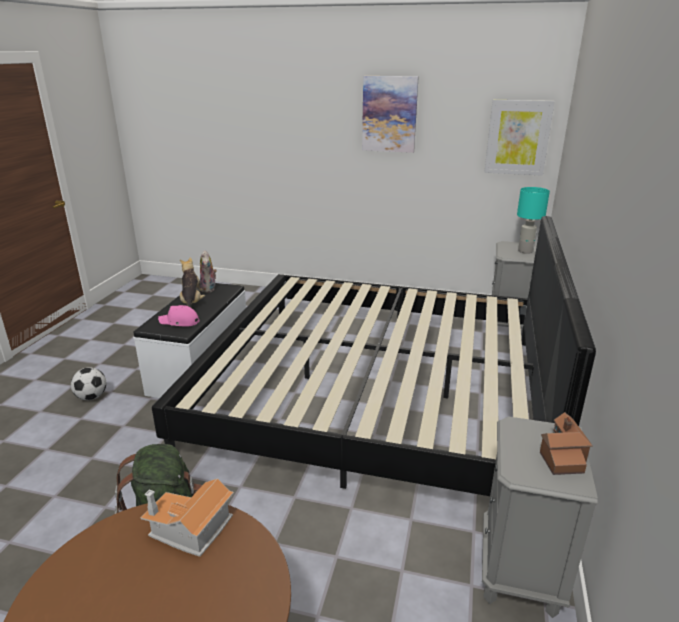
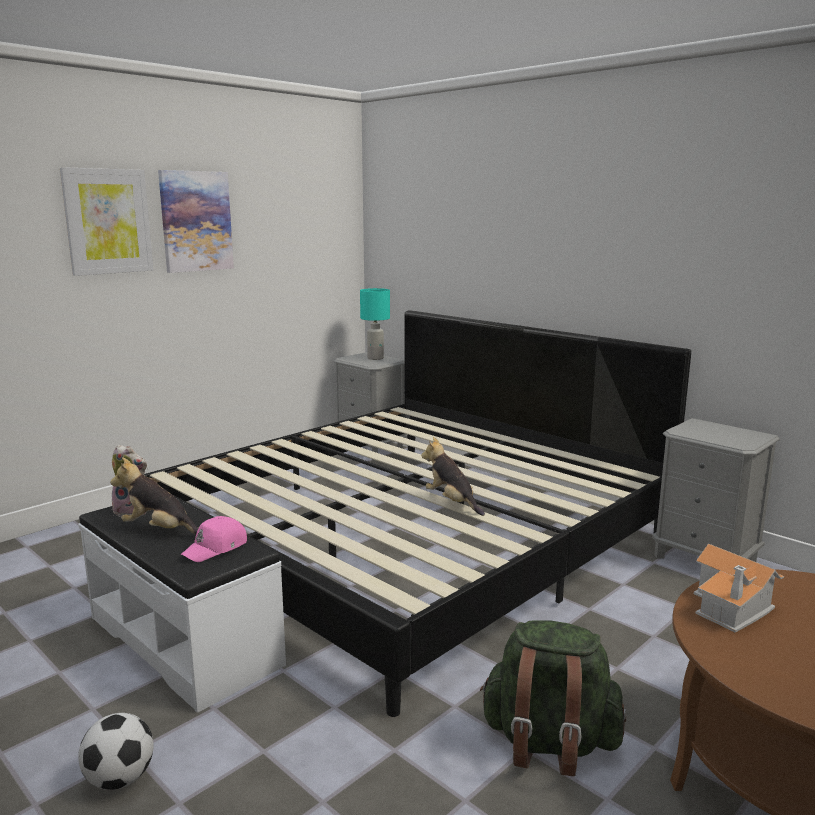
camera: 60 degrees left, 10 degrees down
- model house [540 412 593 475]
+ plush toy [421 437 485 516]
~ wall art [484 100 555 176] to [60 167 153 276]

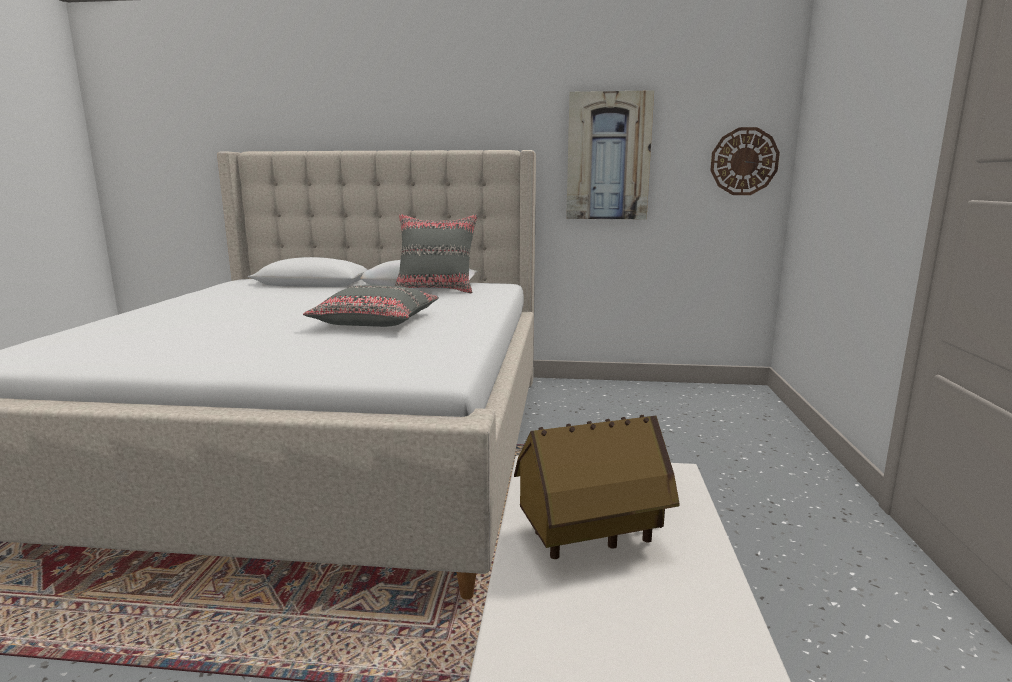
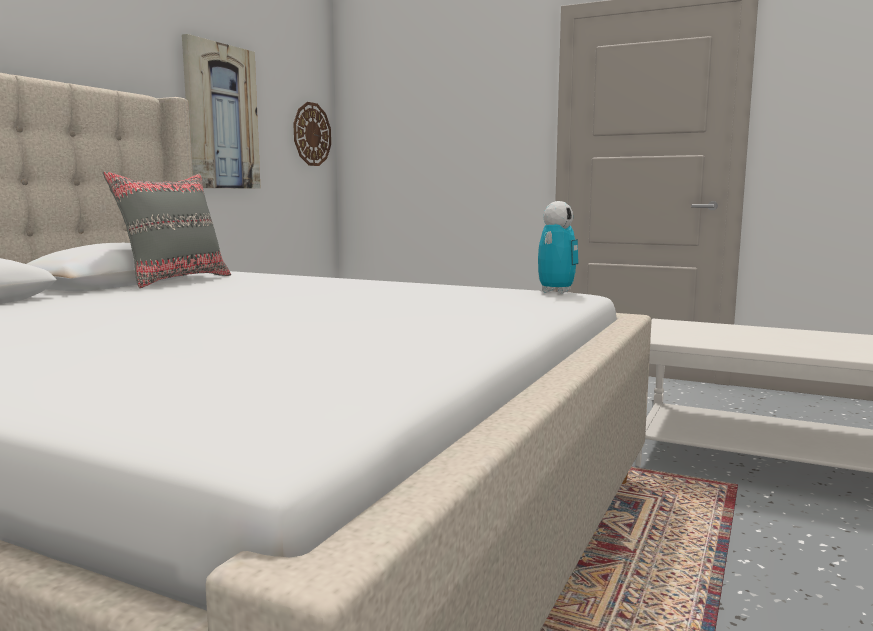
camera: 70 degrees left, 5 degrees down
- pillow in greyish [303 285 439 327]
- model house [514 415 680 559]
+ model robot [538 201 578 294]

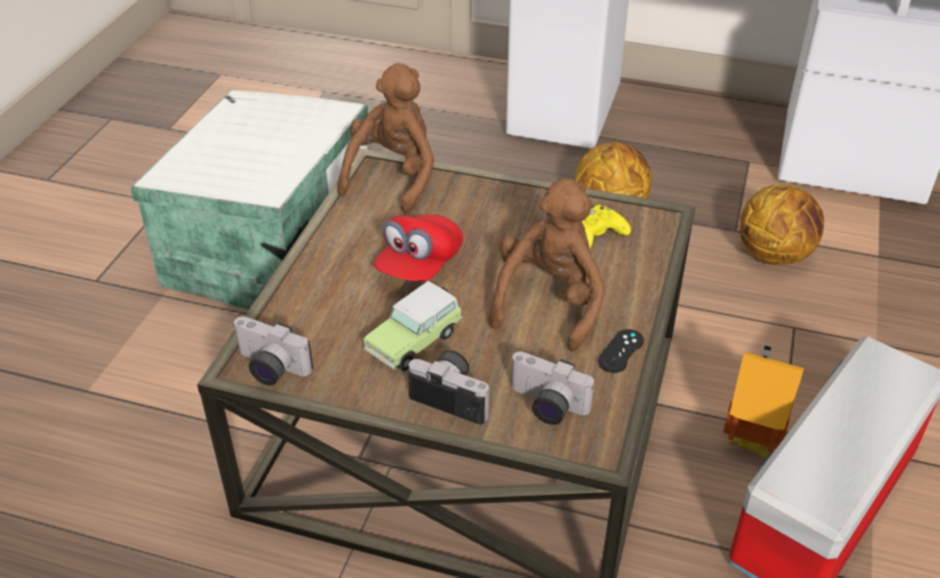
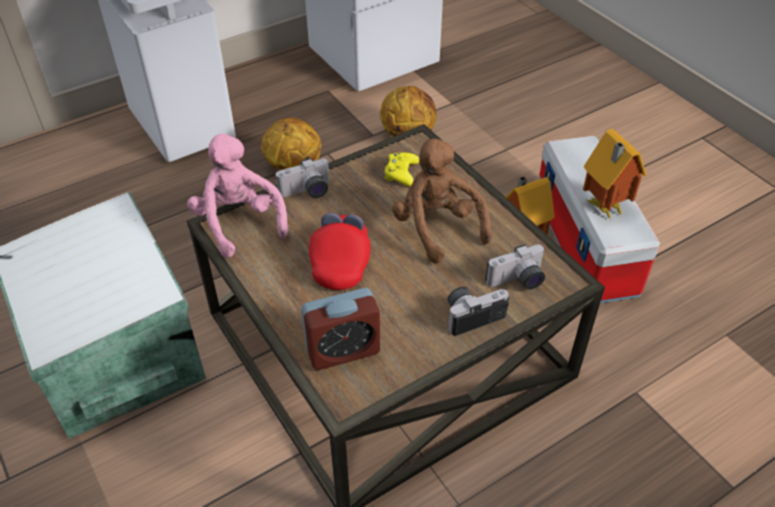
camera: 50 degrees left, 5 degrees up
- model car [363 281 463 371]
- joypad in black [598 329 644 373]
+ bedside clock [301 288 380 370]
+ model house [583 129 647 218]
~ photo camera [233 316 313 385] to [276 158 329 198]
~ plush toy in brown [337 63 434 213] to plush toy in pink [187 134 288 258]
~ baseball cap in red [374 215 463 281] = [309 213 370 290] 150 degrees counterclockwise

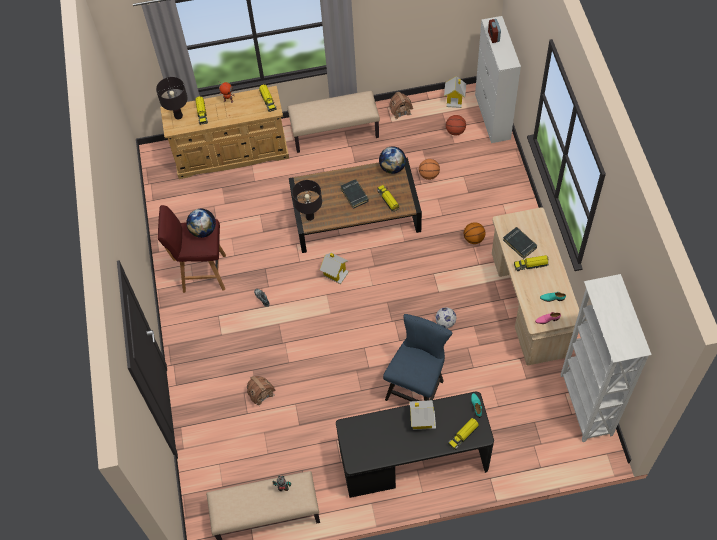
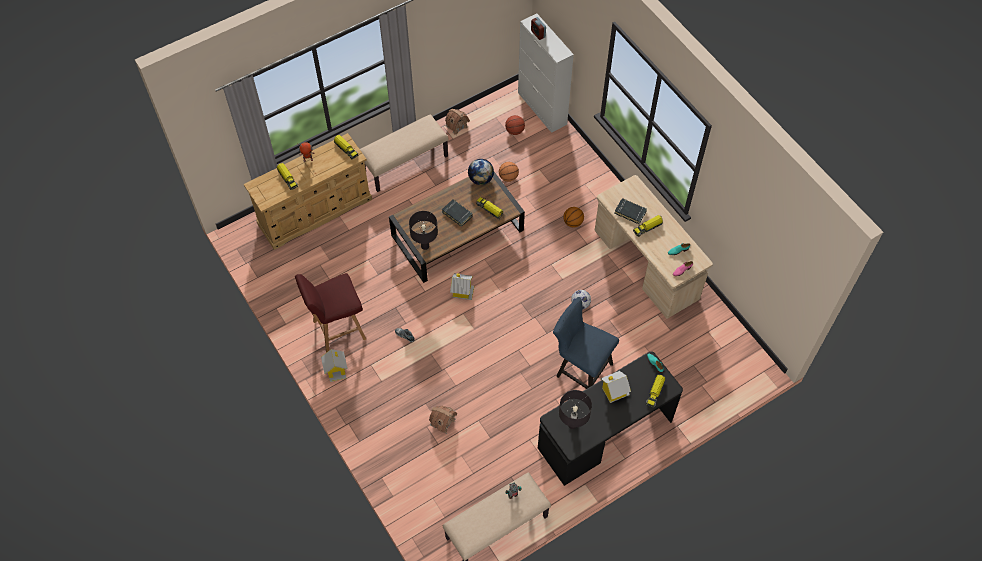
camera: 25 degrees left, 0 degrees up
- world globe [186 209 216 238]
- bookcase in white [561 274 652 442]
~ tabletop lamp in black [156 77 188 119] to [559 390 592 429]
~ model house [444 76 466 108] to [321 349 348 382]
~ chair in blue-coloured [383 314 453 401] = [553 297 619 389] 60 degrees counterclockwise

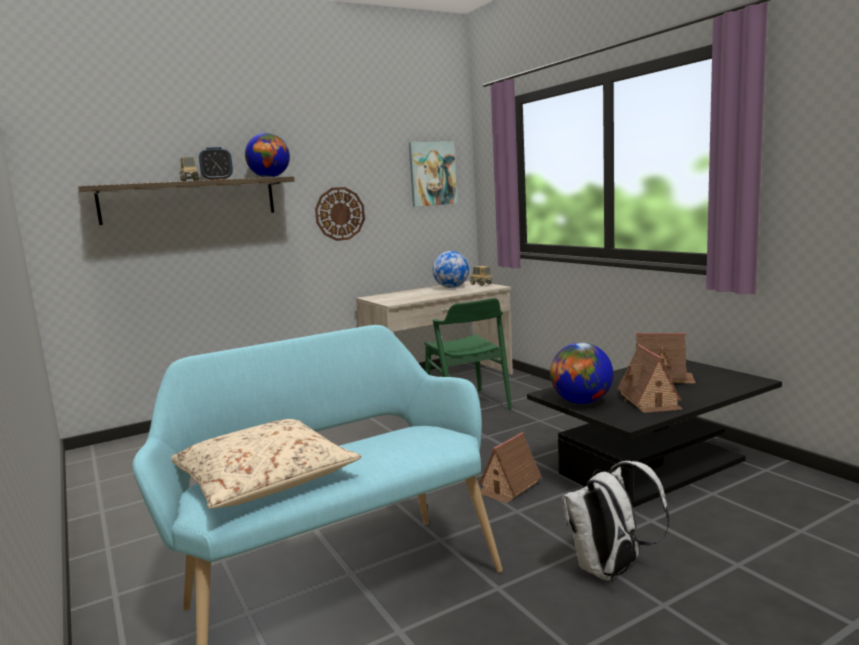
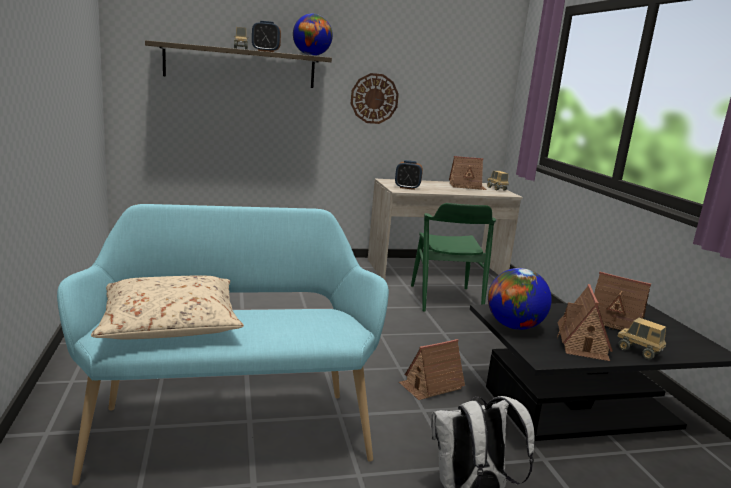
camera: 15 degrees right, 5 degrees up
- wall art [409 141 457 207]
+ bedside clock [395 160 423 190]
+ toy truck [617 318 666 359]
~ world globe [433 251 469 288] to model house [449 156 487 190]

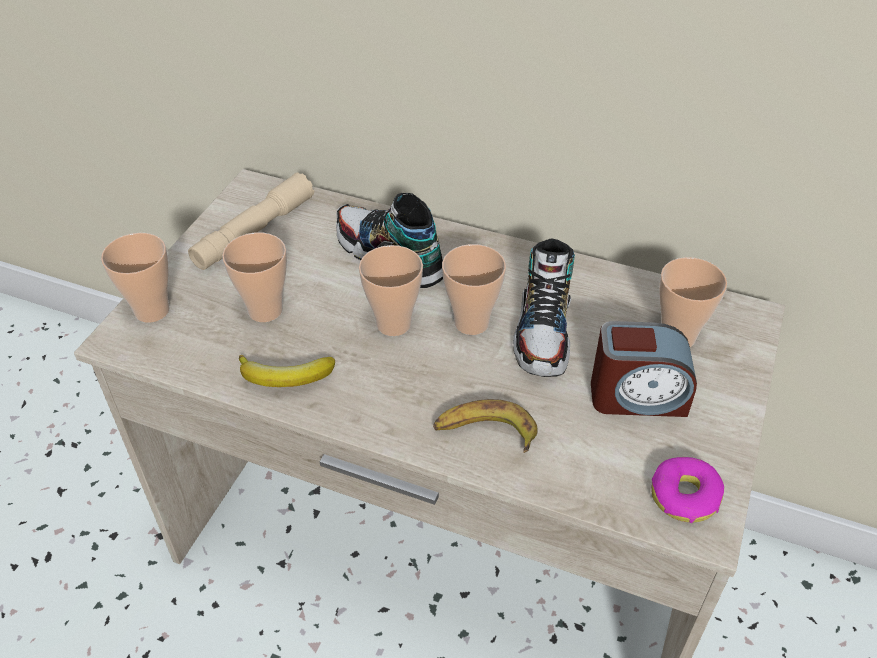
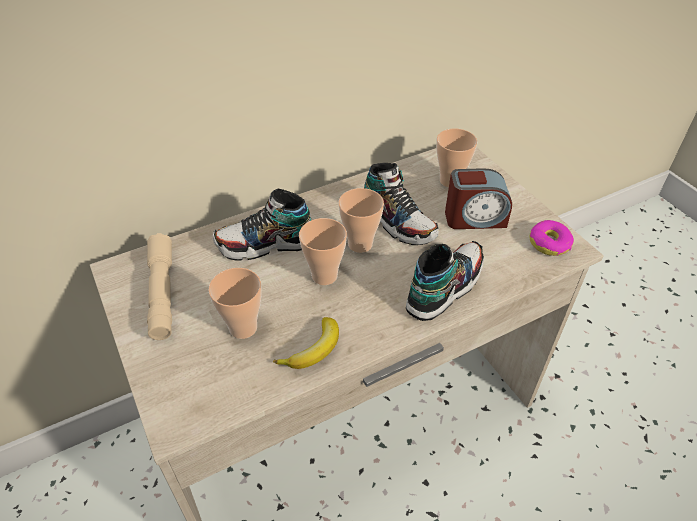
camera: 50 degrees left, 0 degrees up
- drinking cup [101 233 170 323]
~ banana fruit [433 399 538 453] to item of footwear [406 241 484 321]
~ bedside clock [591 321 697 417] = [445 168 512 229] 45 degrees clockwise

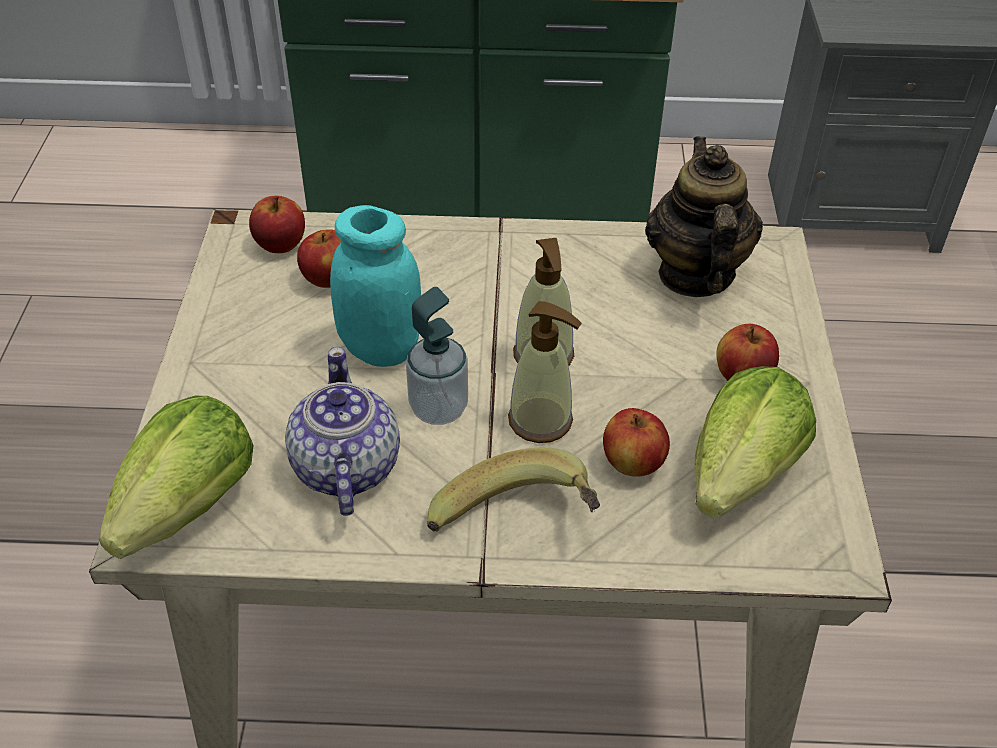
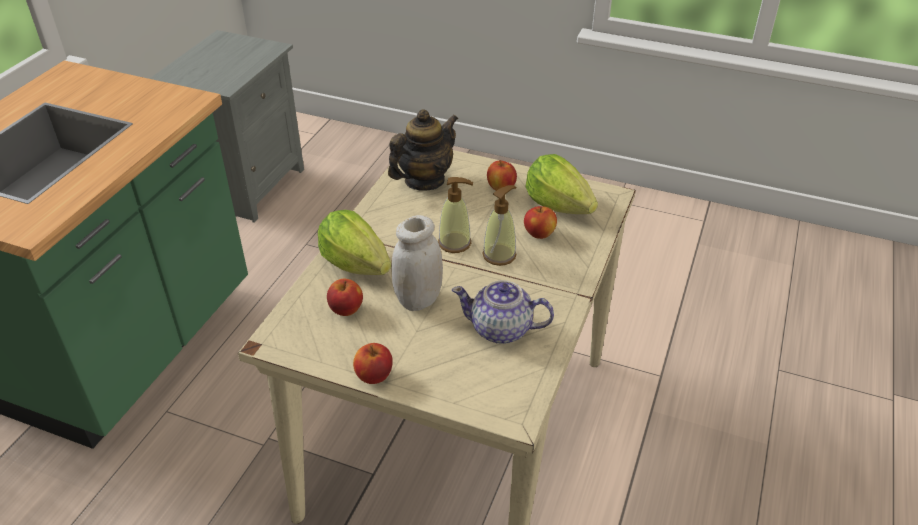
camera: 70 degrees left, 5 degrees down
- liquid soap bottle [406 287 468 425]
- banana fruit [427 448 600 532]
~ lettuce head [99 396 254 559] to [318 210 391 275]
~ apple fruit [249 196 305 253] to [353 343 393 384]
~ jar in turquoise-coloured [330 205 421 367] to jar in white [391 215 443 311]
~ tea pot [645 137 763 297] = [388 109 459 191] 120 degrees clockwise

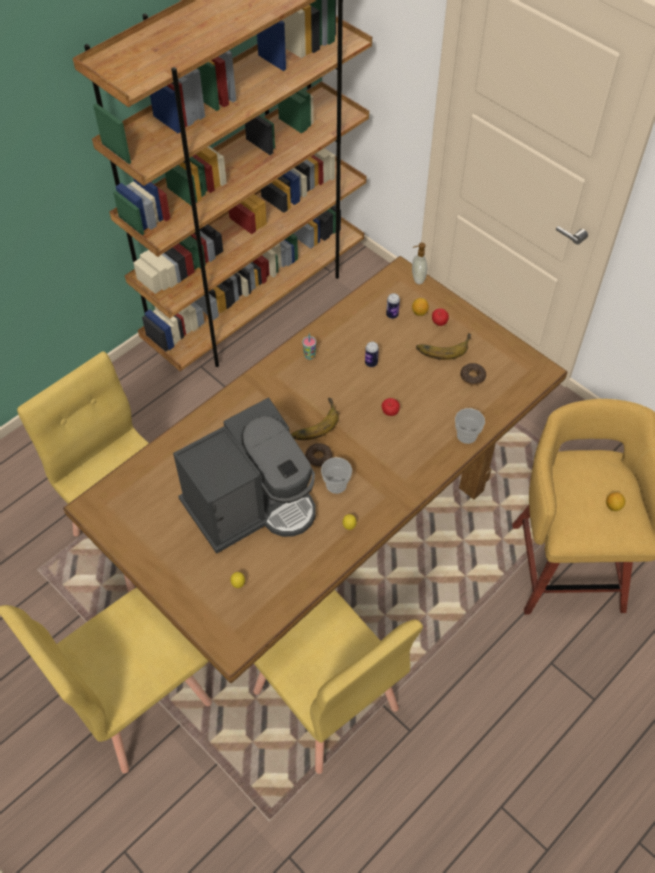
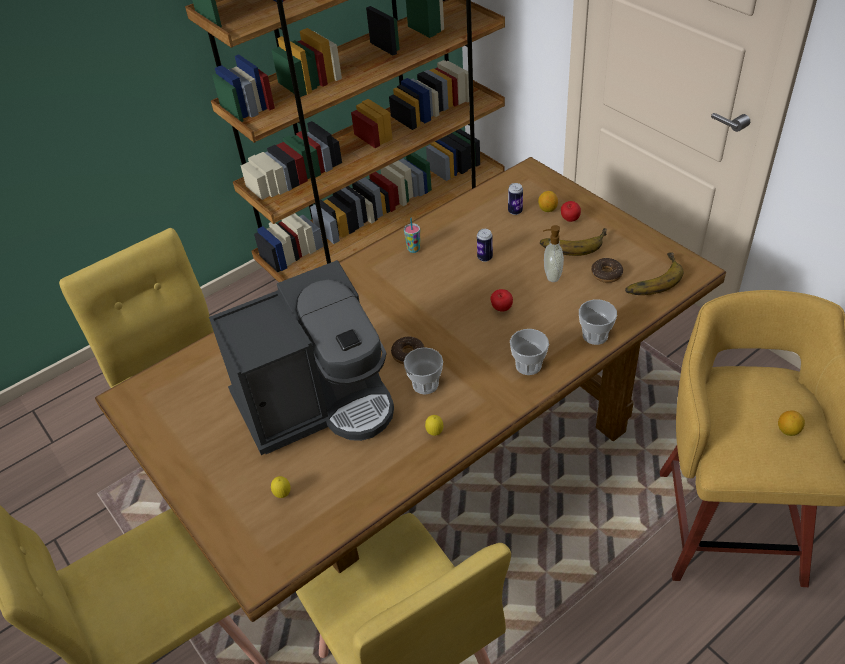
camera: 10 degrees right, 10 degrees down
+ drinking cup [510 329 549 375]
~ banana fruit [291 398 339 440] to [625 252 683 295]
~ liquid soap bottle [412 243 428 284] to [543 225 564 282]

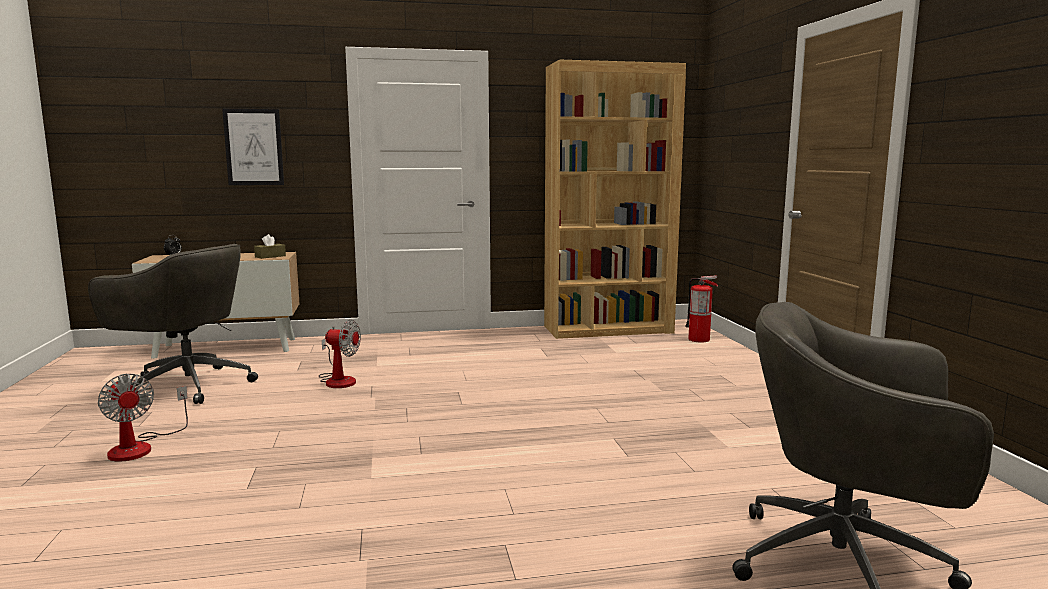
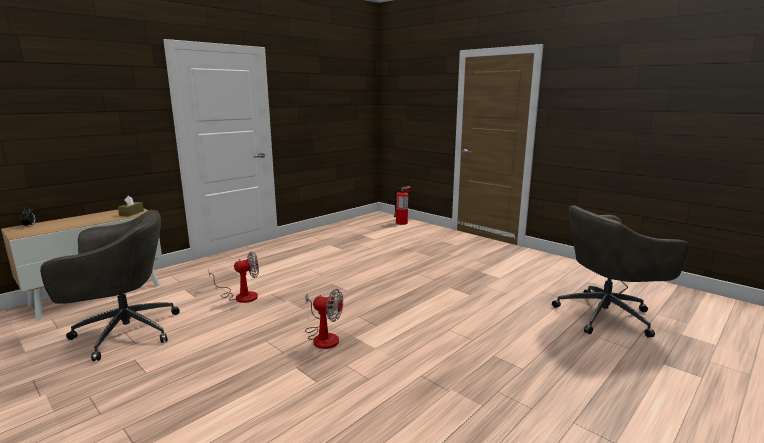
camera: 35 degrees left, 5 degrees up
- wall art [222 109 284 185]
- bookcase in brown [544 60 686 339]
~ fan [98 374 188 462] to [305 289 343 349]

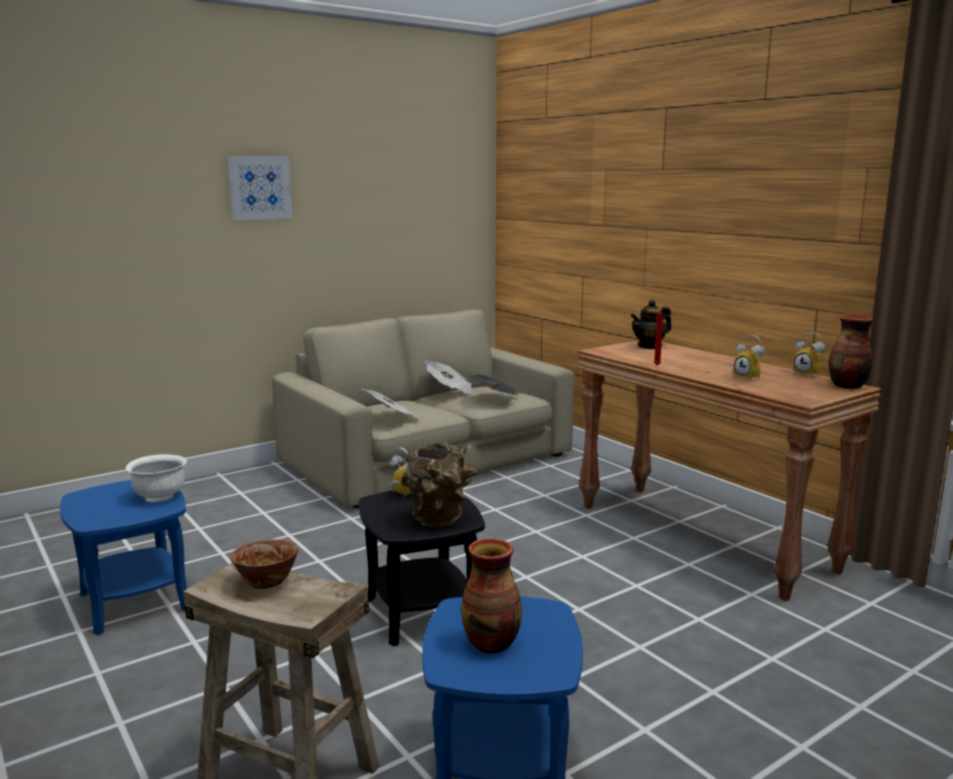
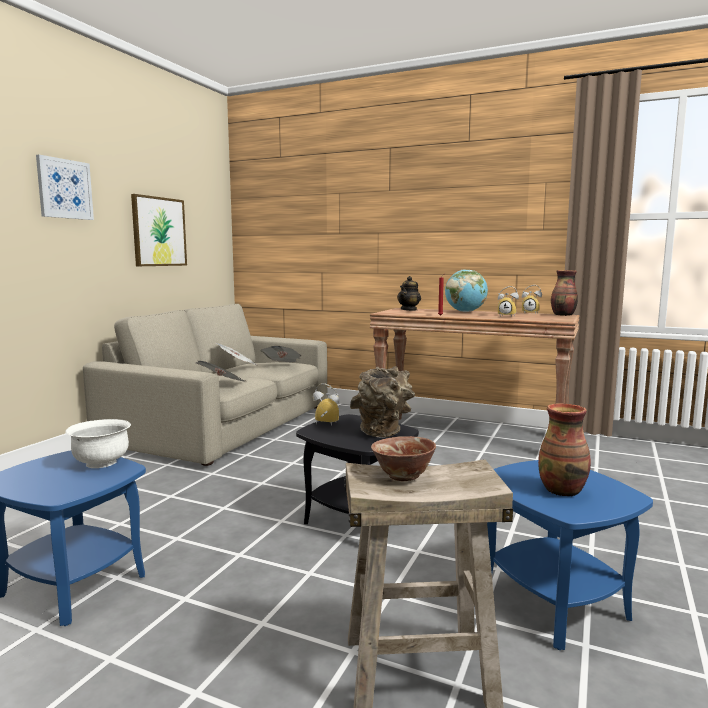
camera: 30 degrees left, 5 degrees down
+ wall art [131 194 187 266]
+ world globe [445 270 488 312]

